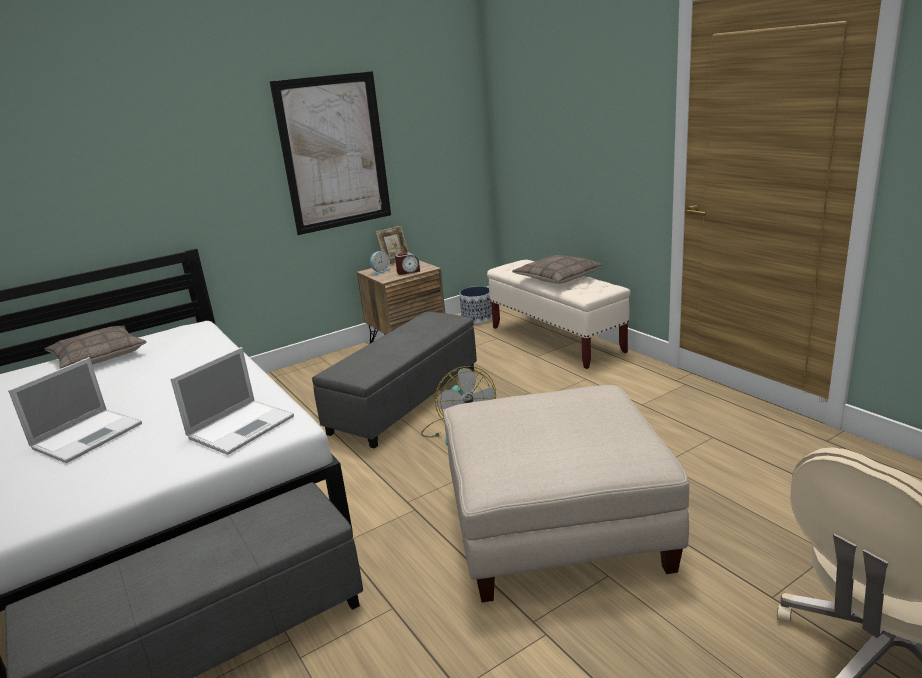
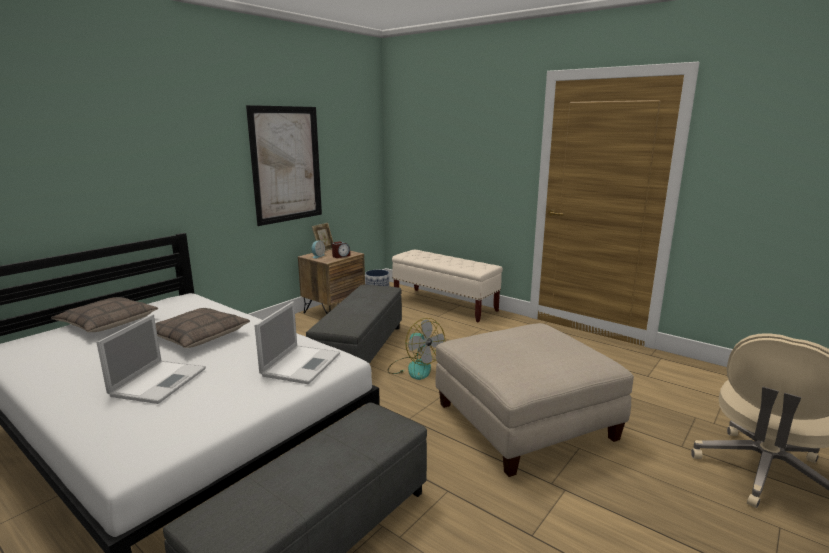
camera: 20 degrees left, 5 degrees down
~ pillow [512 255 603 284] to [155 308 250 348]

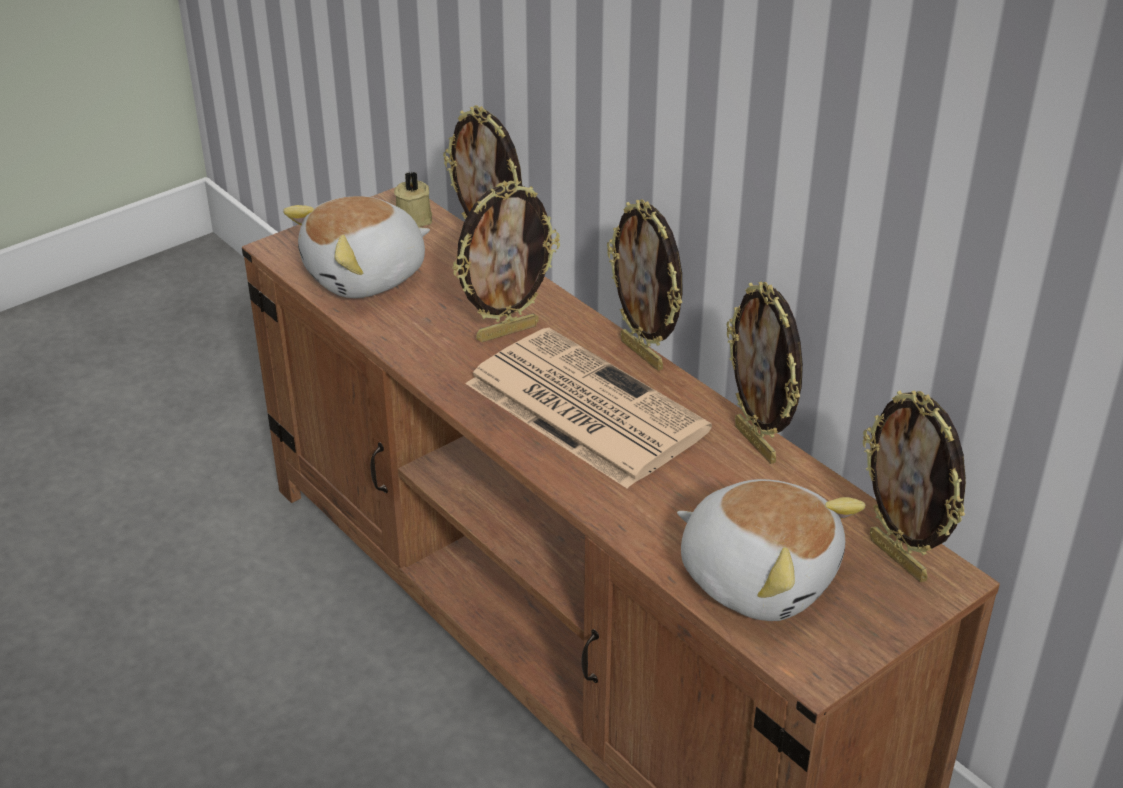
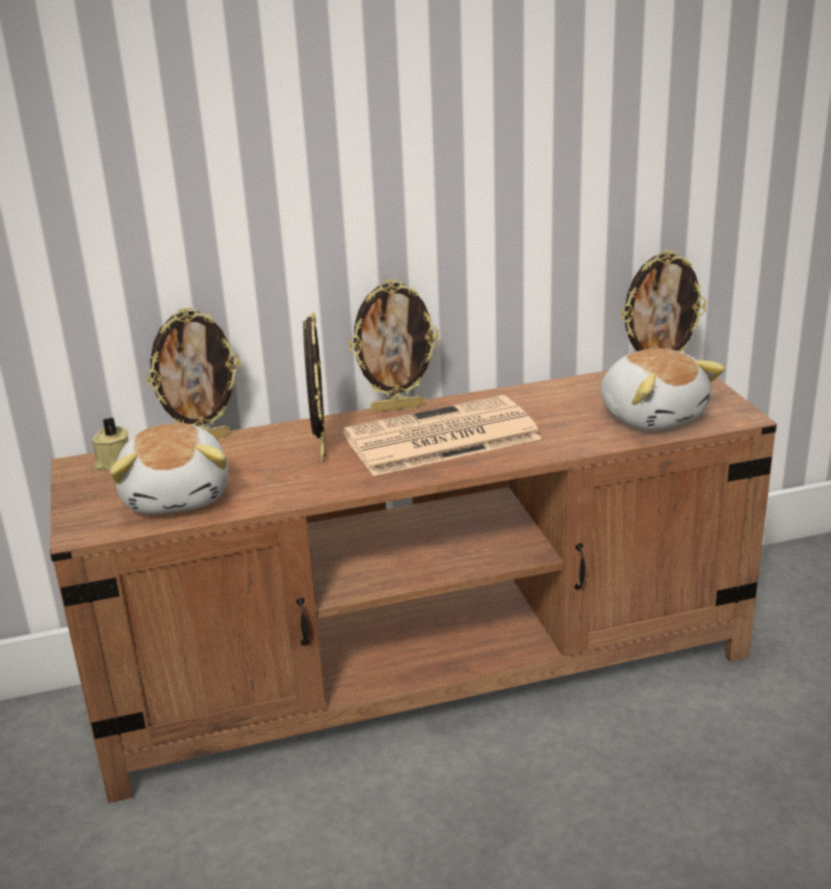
camera: 65 degrees left, 10 degrees down
- photo frame [727 282 803 464]
~ plush toy [677 479 865 621] = [600 348 725 431] 90 degrees clockwise

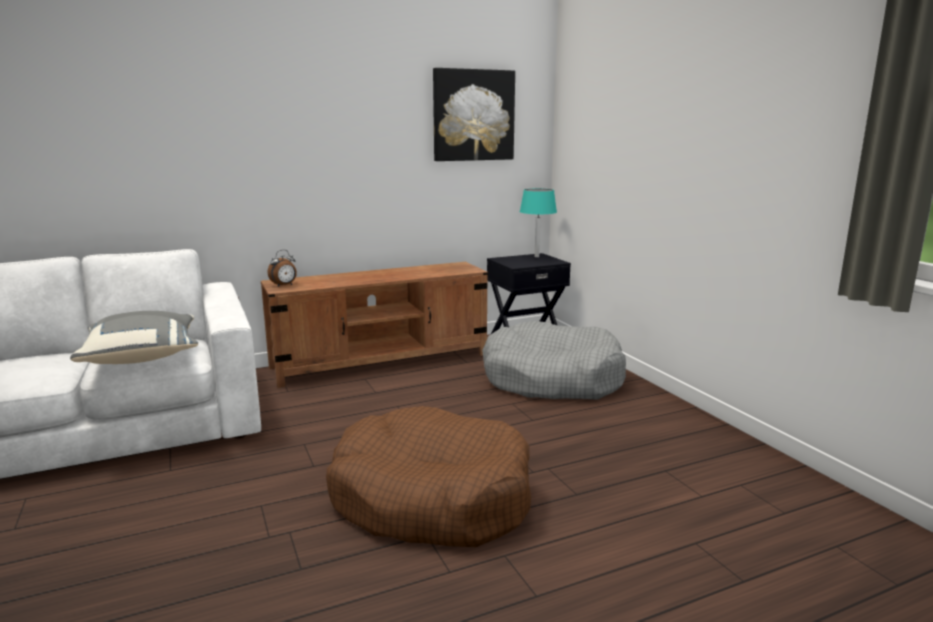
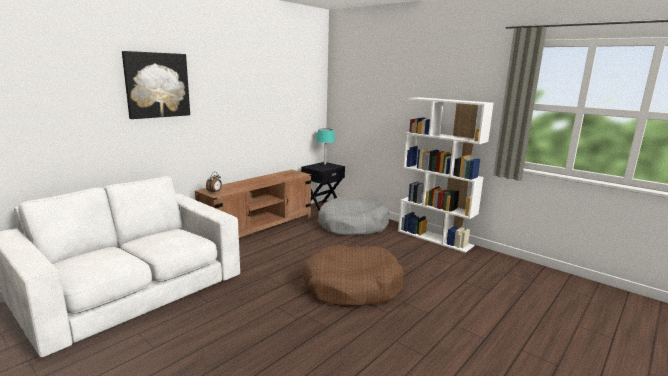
camera: 25 degrees left, 0 degrees up
- pillow in greyish [70 311 198 364]
+ bookcase in white [398 97 494 253]
~ wall art [433 68 515 161] to [122 51 190 119]

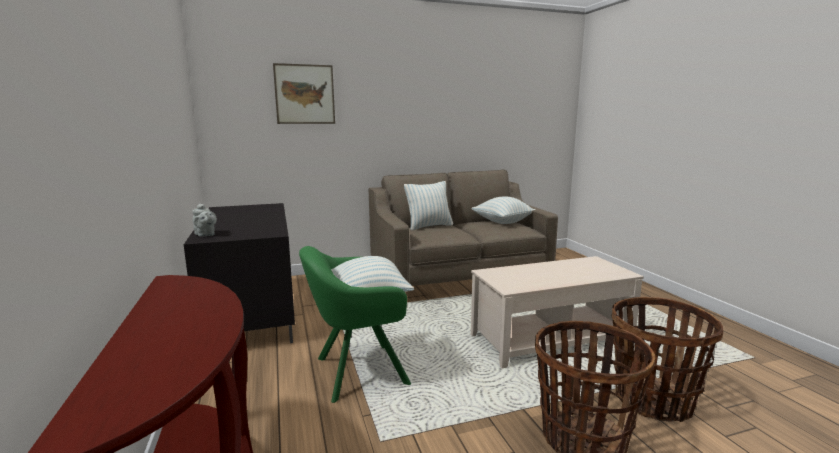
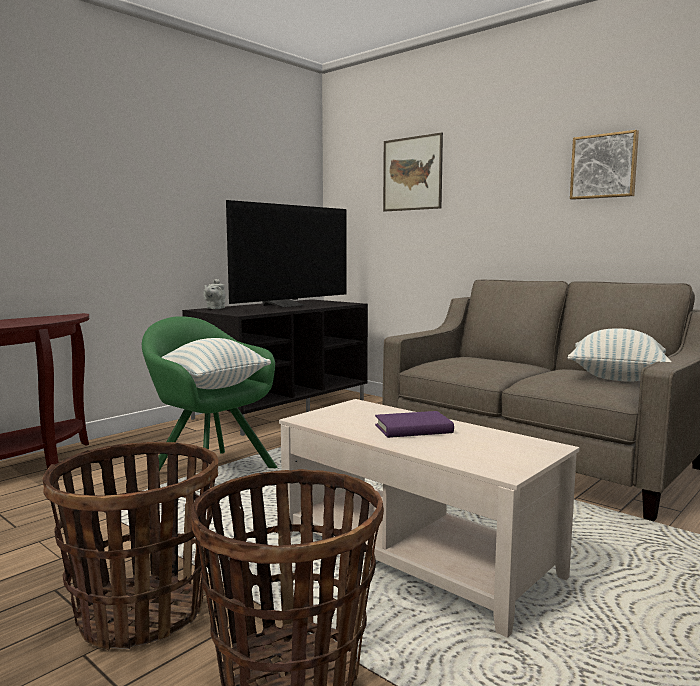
camera: 60 degrees right, 5 degrees down
- pillow [404 181 453 230]
+ TV set [226 200 347 307]
+ bound book in purple [375 411 454 438]
+ wall art [570 130 639 200]

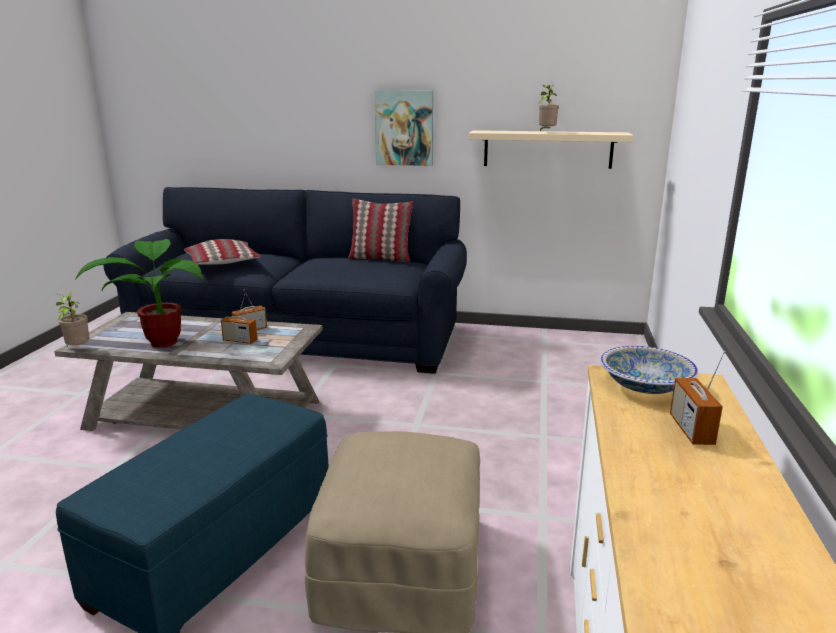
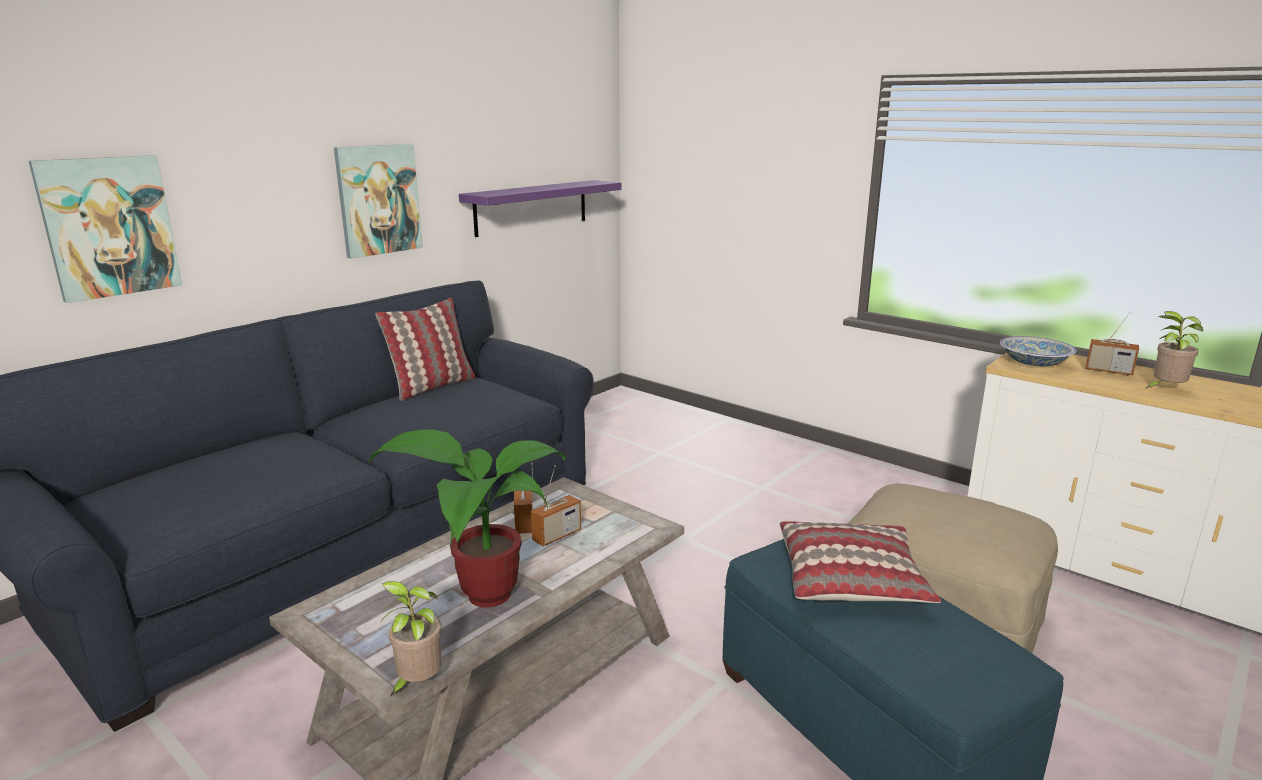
camera: 60 degrees left, 0 degrees up
+ wall art [29 155 182 303]
~ pillow [184 239 261 265] to [780 521 941 603]
~ potted plant [539 85 559 131] to [1146 311 1203 388]
~ bracket shelf in beige-coloured [469 130 633 169] to bracket shelf in purple [459 180 621 237]

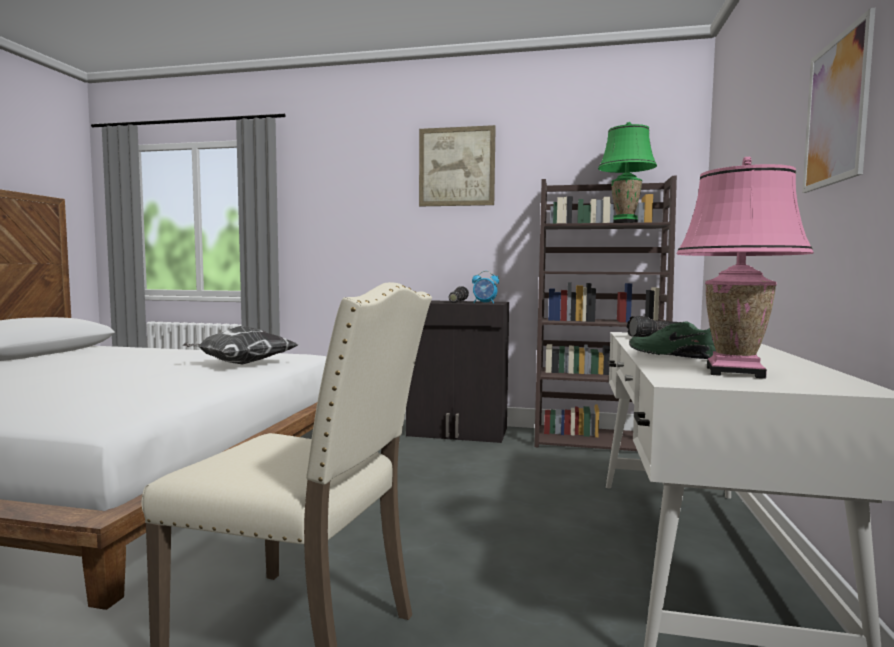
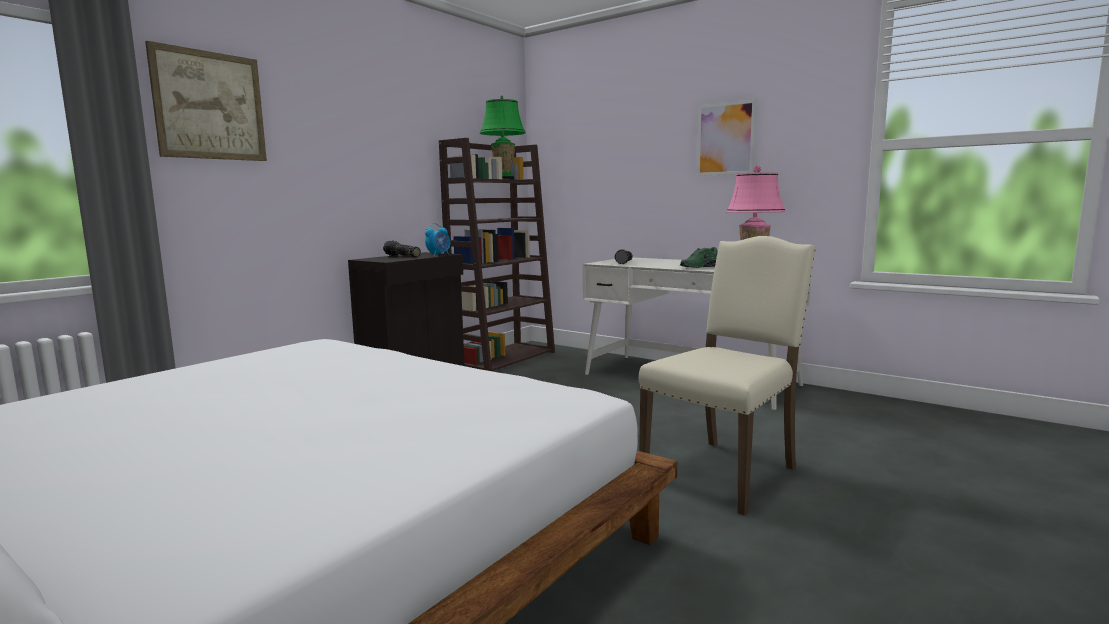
camera: 65 degrees left, 5 degrees up
- pillow [182 326 298 365]
~ wall art [419 125 496 206] to [145 41 267 161]

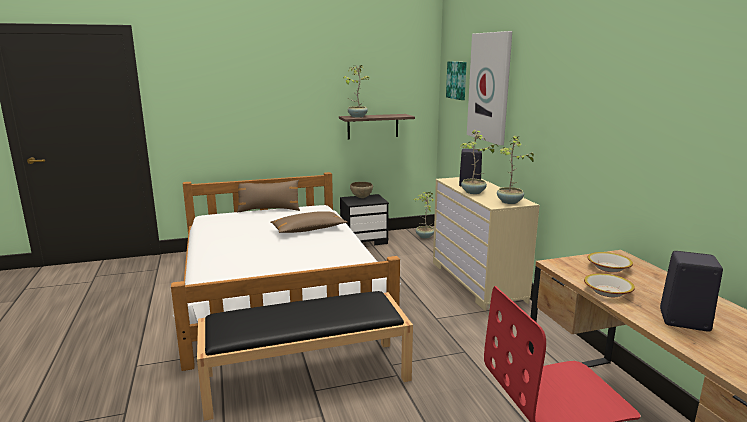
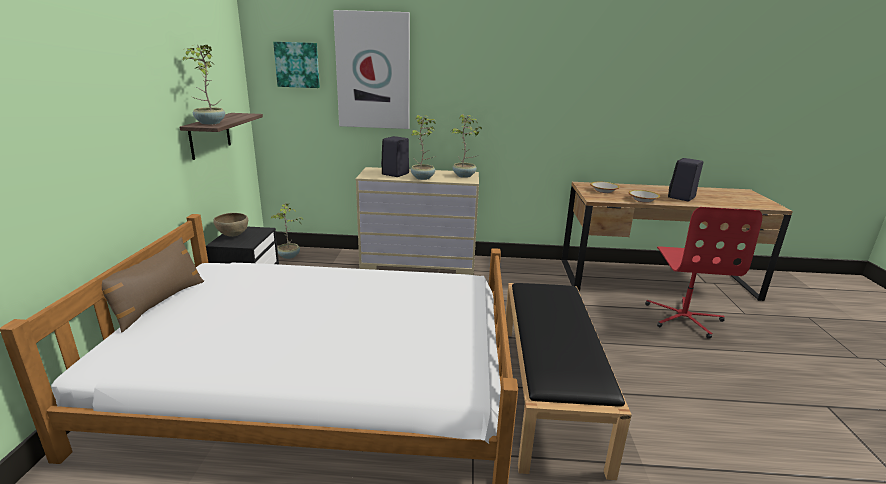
camera: 70 degrees left, 5 degrees up
- pillow in brown [270 211 348 233]

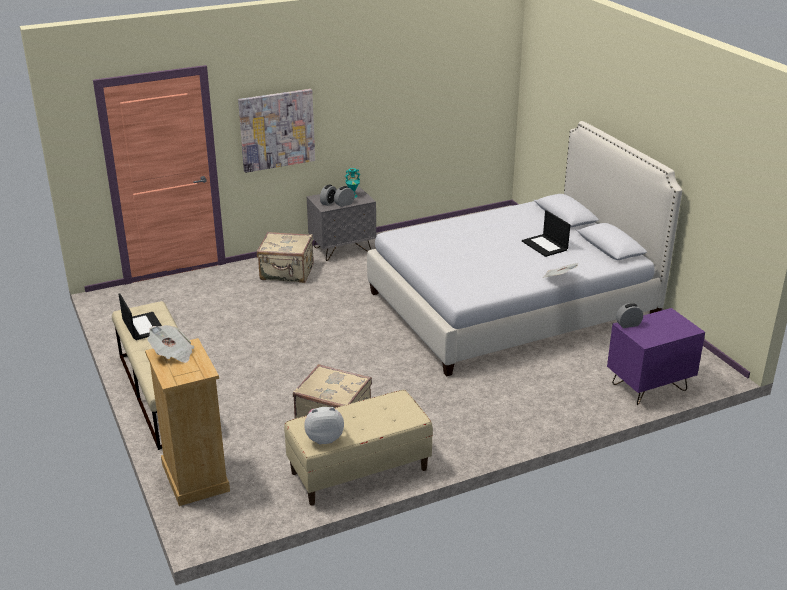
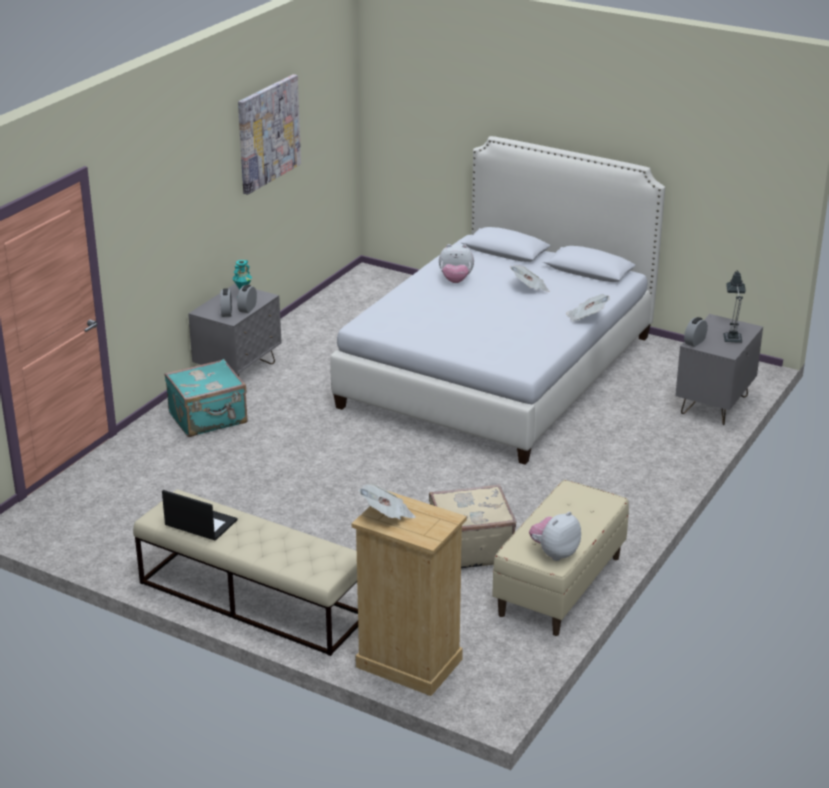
camera: 35 degrees left, 0 degrees up
+ plush toy [439 244 474 283]
+ tabletop lamp [724 270 746 343]
~ wall art [238 89 315 173] to [238 74 301 195]
~ notebook computer [522 210 570 257] to newspaper [510 265 550 292]
~ piece of luggage in beige-coloured [257 232 314 283] to piece of luggage in turquoise-coloured [164 359 248 437]
~ nightstand in purple [607 308 705 405] to nightstand in greyish [675 314 763 425]

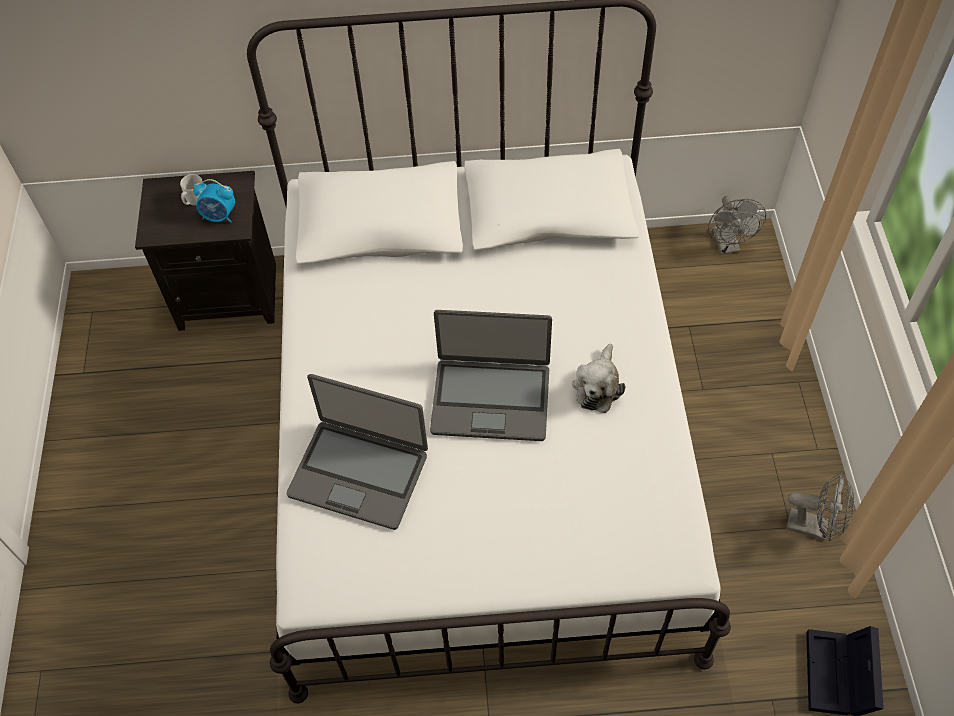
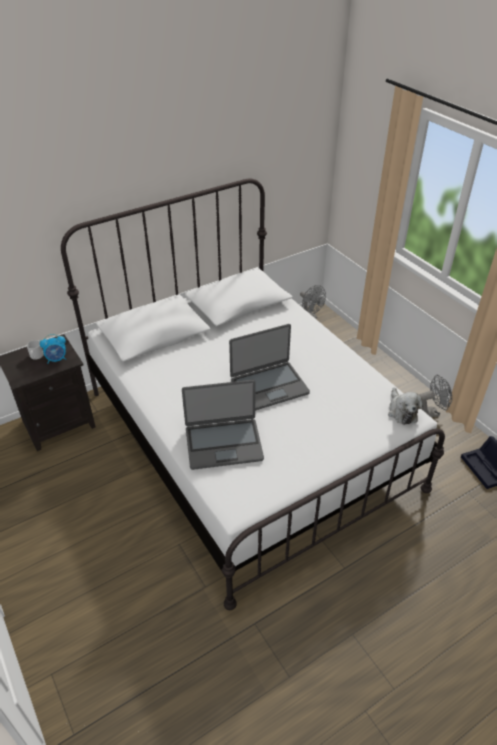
camera: 30 degrees left, 15 degrees down
~ plush toy [572 344 626 413] to [388 388 423 425]

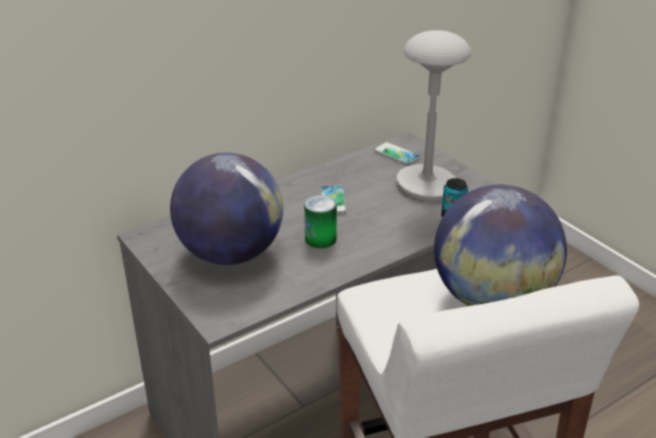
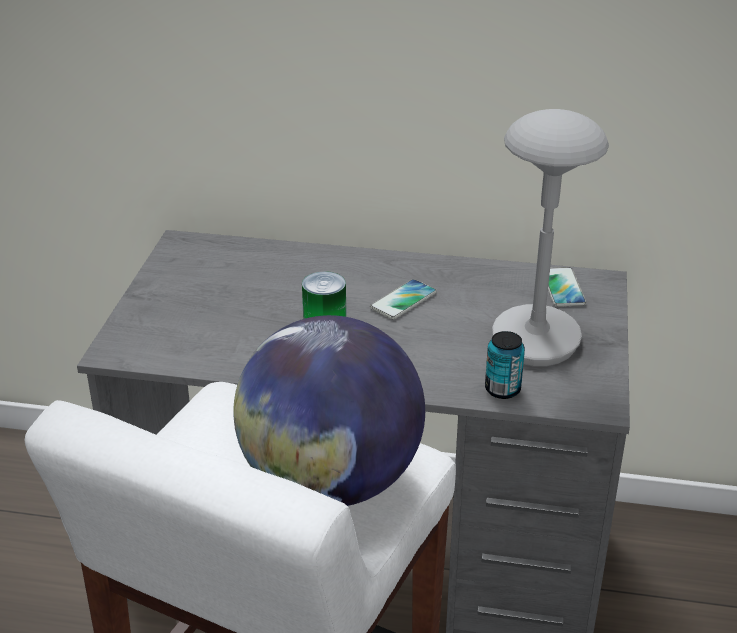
camera: 45 degrees right, 0 degrees up
- world globe [170 153 283 265]

